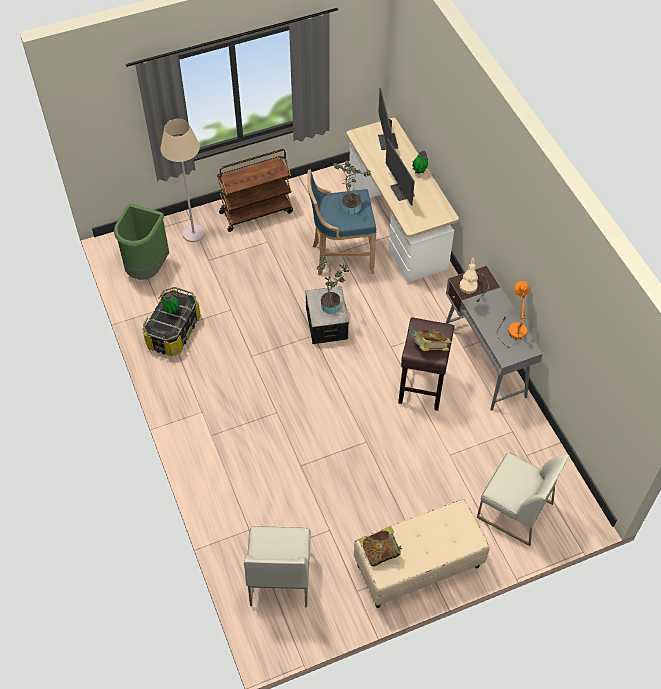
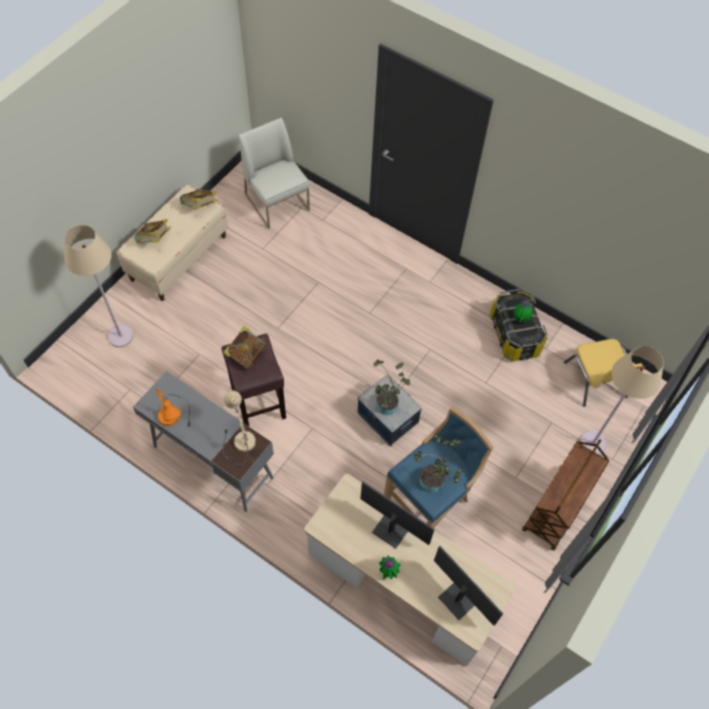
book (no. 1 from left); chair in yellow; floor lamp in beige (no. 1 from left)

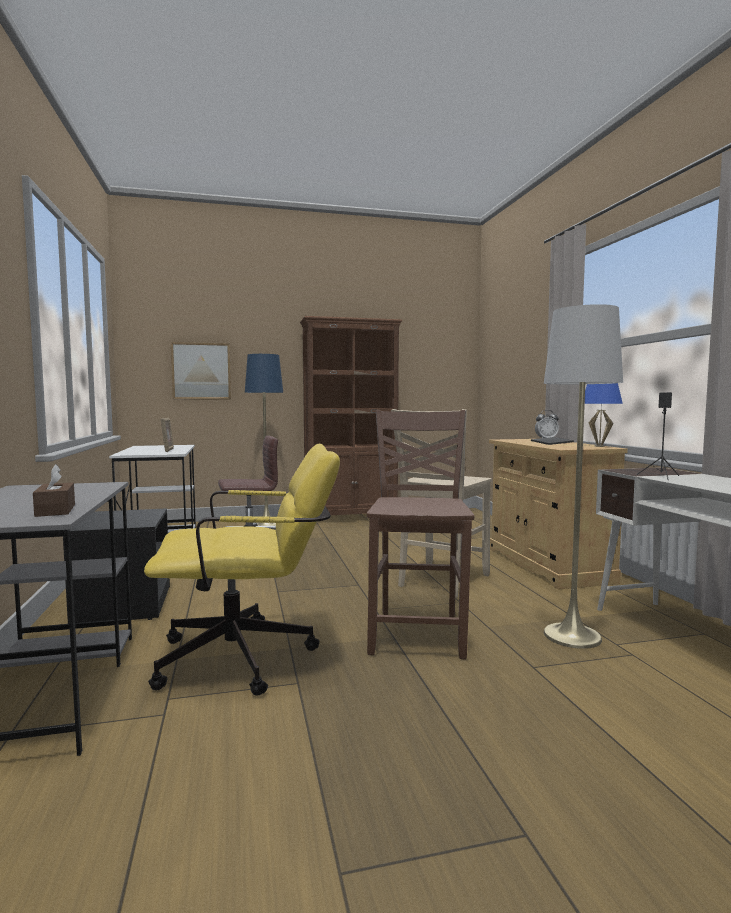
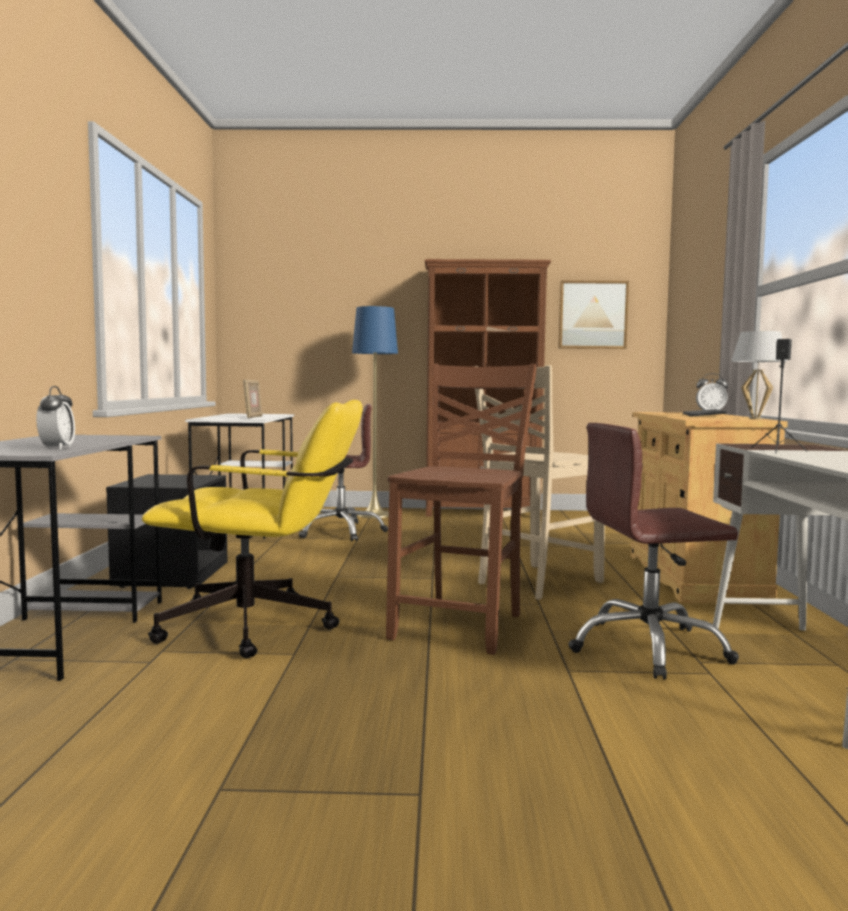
picture; alarm clock (no. 1 from left); office chair in brown (no. 2 from left); table lamp in white

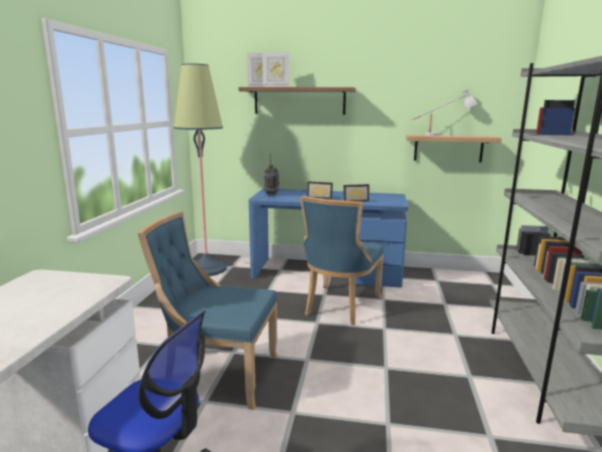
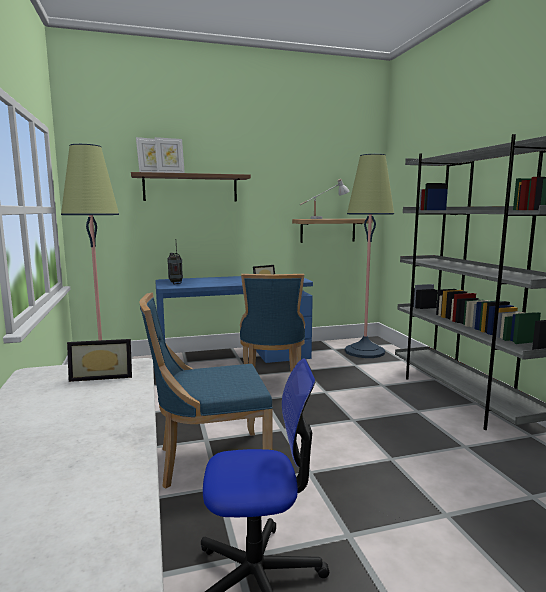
floor lamp (no. 2 from left); picture frame (no. 1 from left)

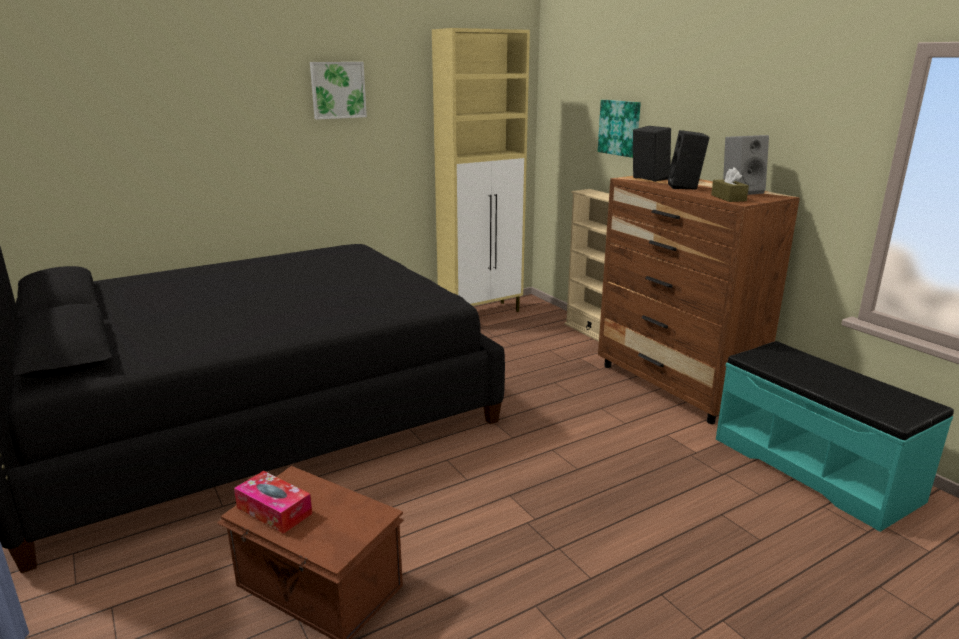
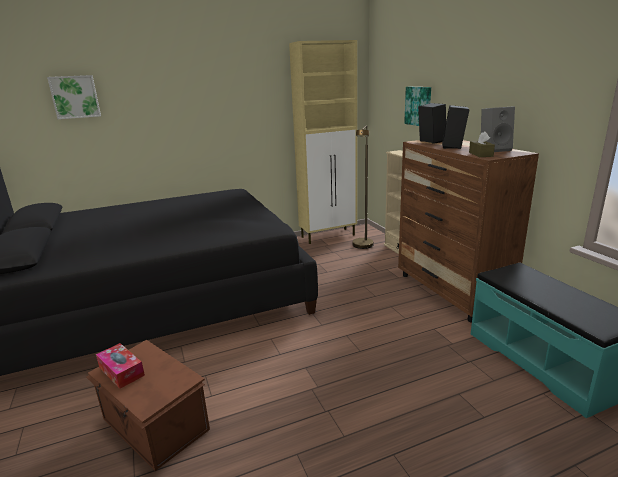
floor lamp in brown; picture (no. 1 from left)

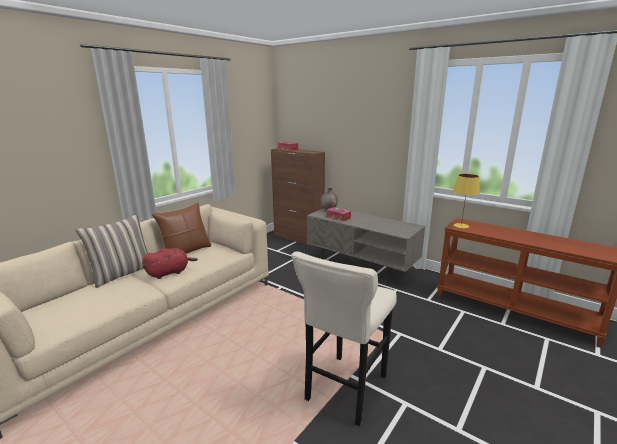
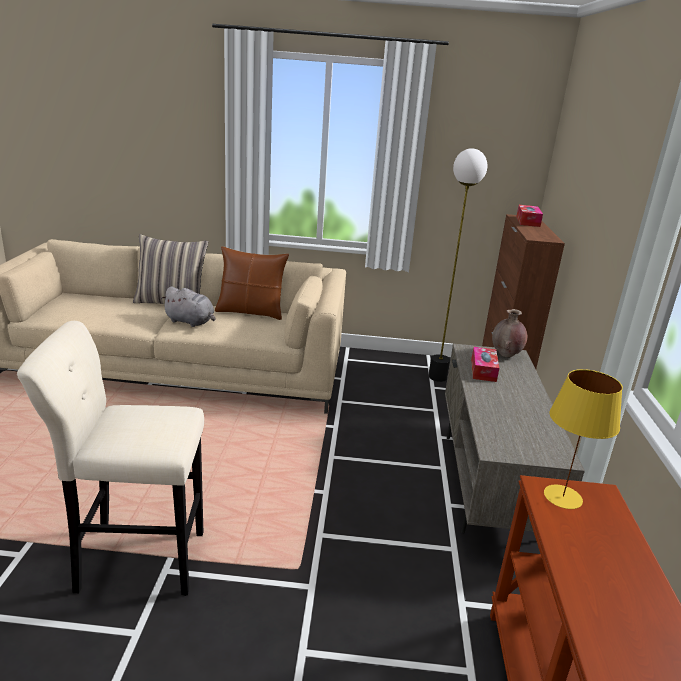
floor lamp; plush toy in grey

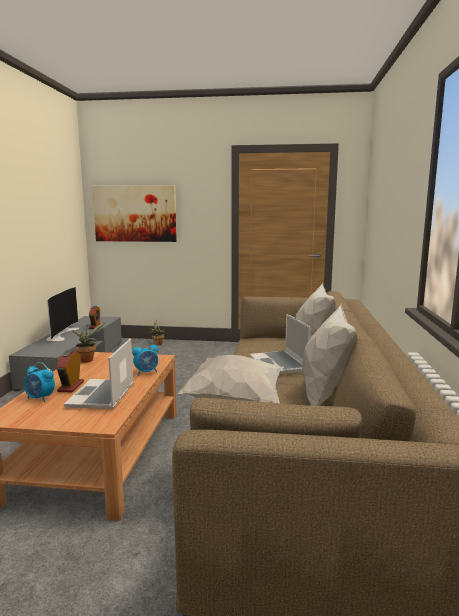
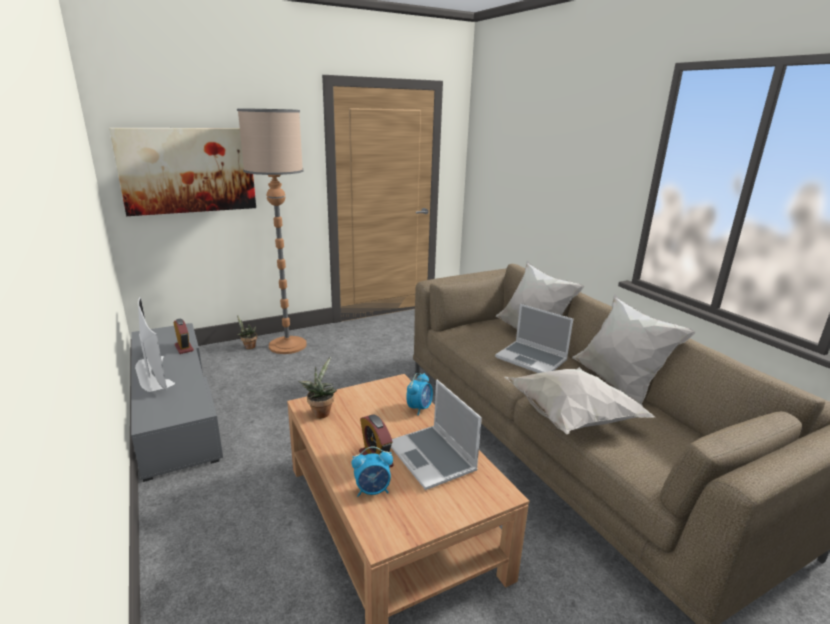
floor lamp

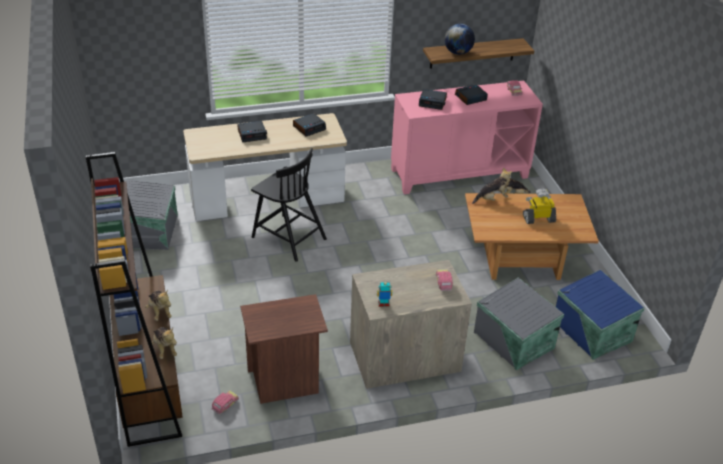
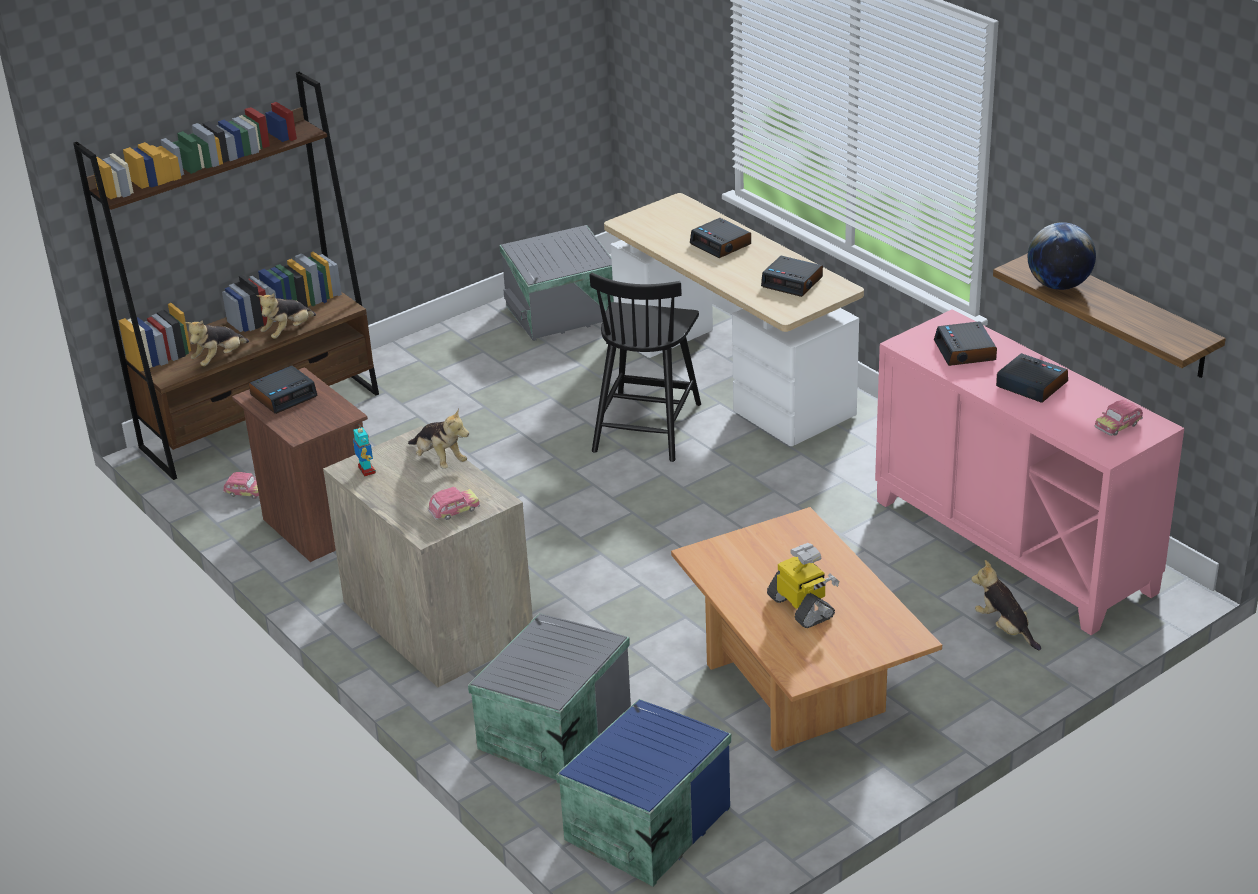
alarm clock (no. 1 from left); plush toy (no. 3 from left)

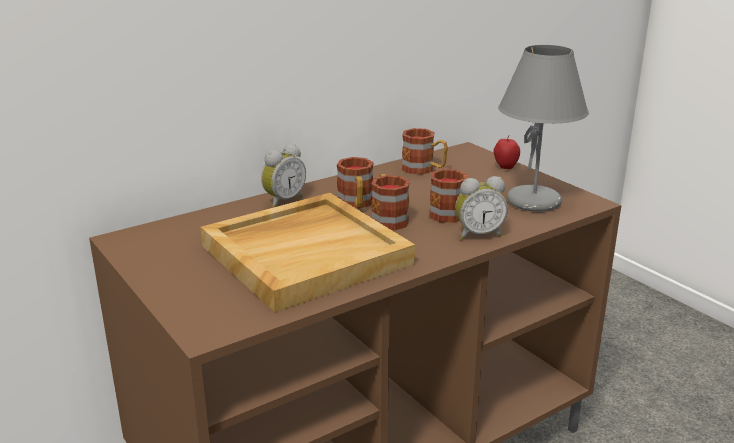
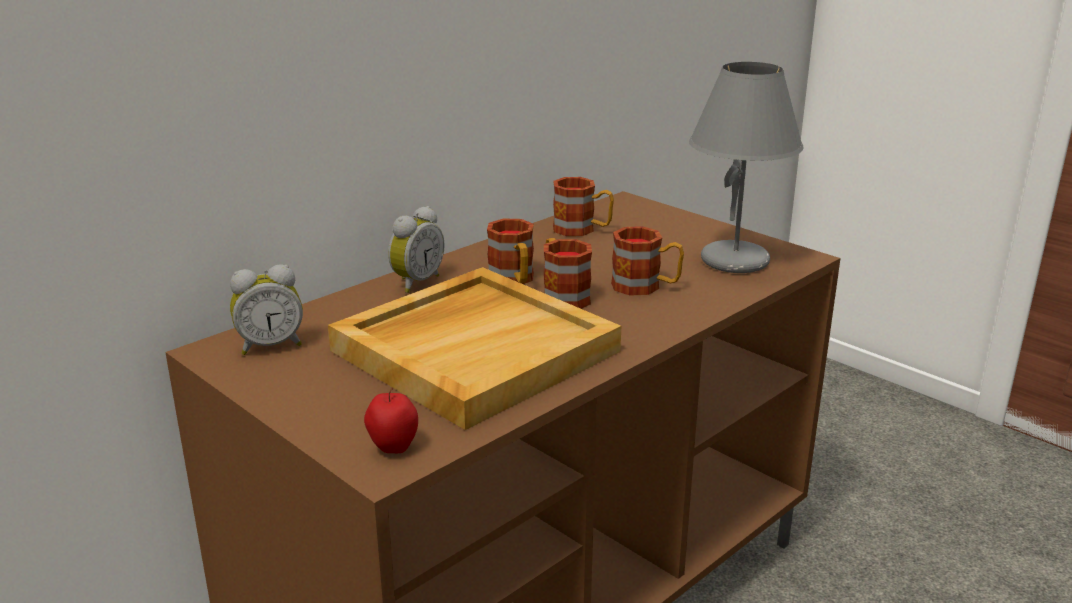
alarm clock (no. 1 from left); apple

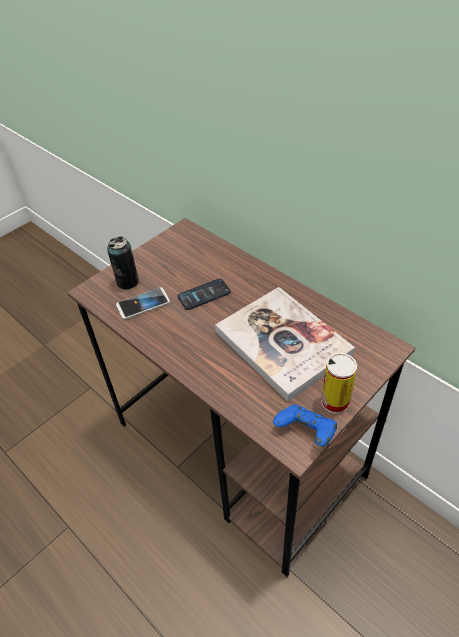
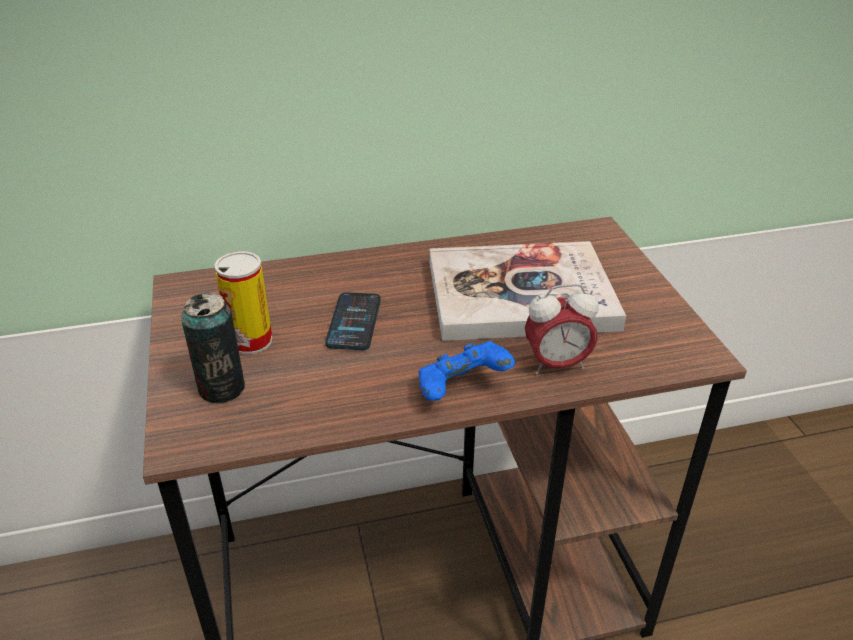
phone (no. 1 from left in the first image); alarm clock; game controller in blue; can (no. 2 from left)

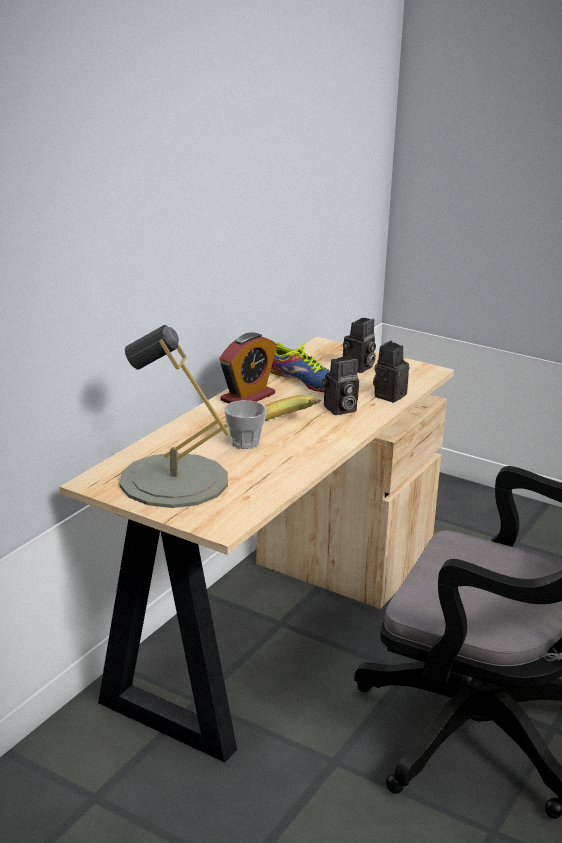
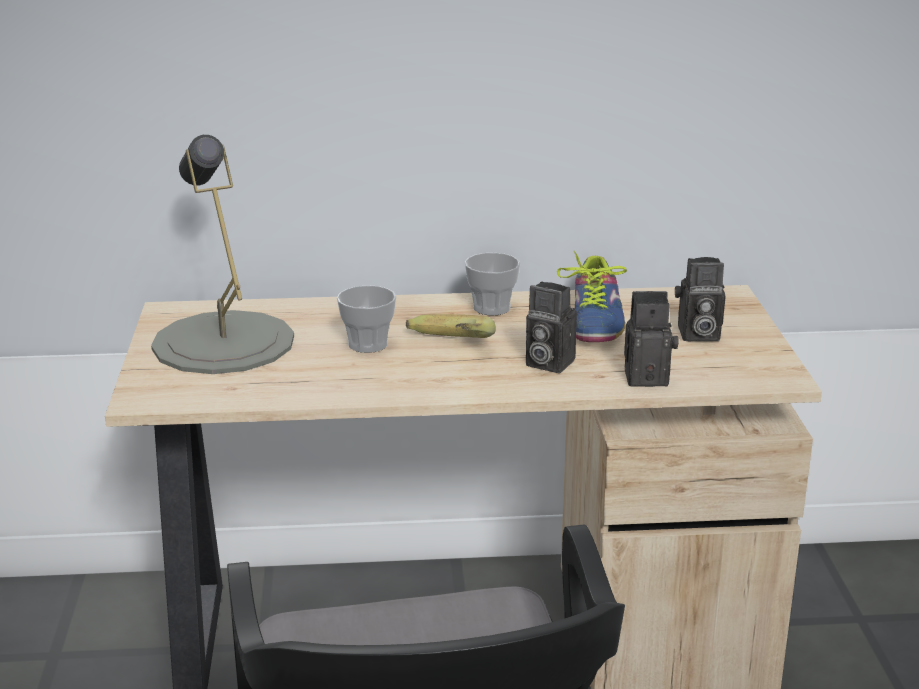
cup (no. 2 from left)

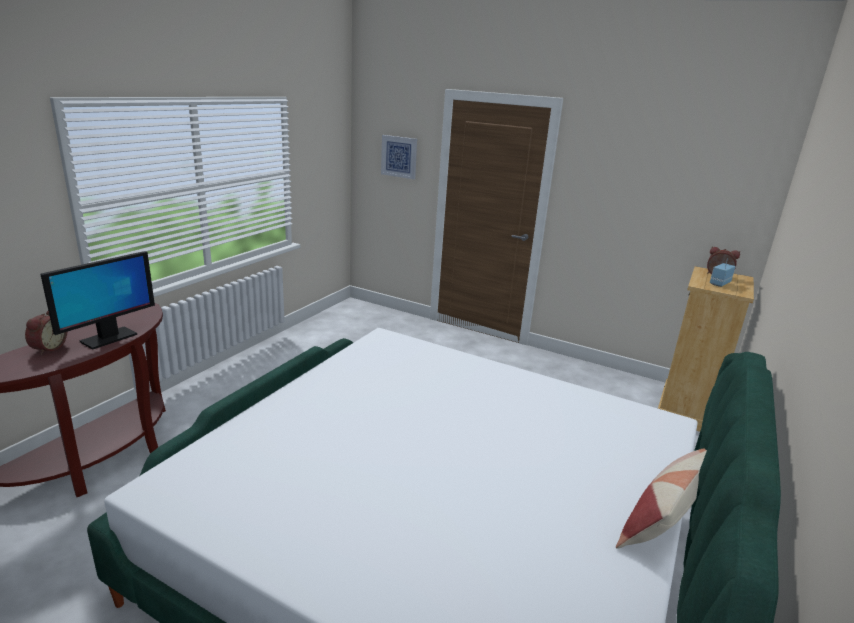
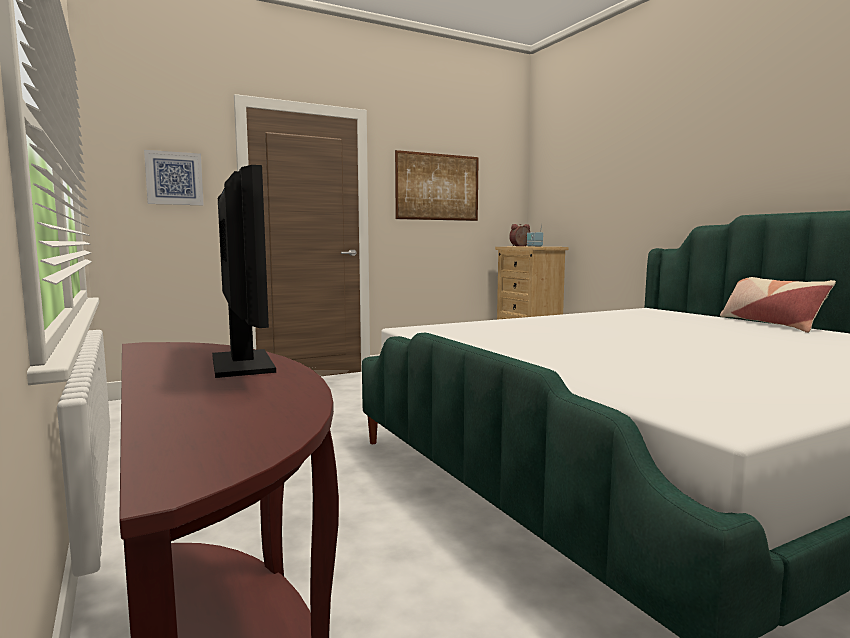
alarm clock (no. 1 from left in the first image); picture (no. 2 from left)

